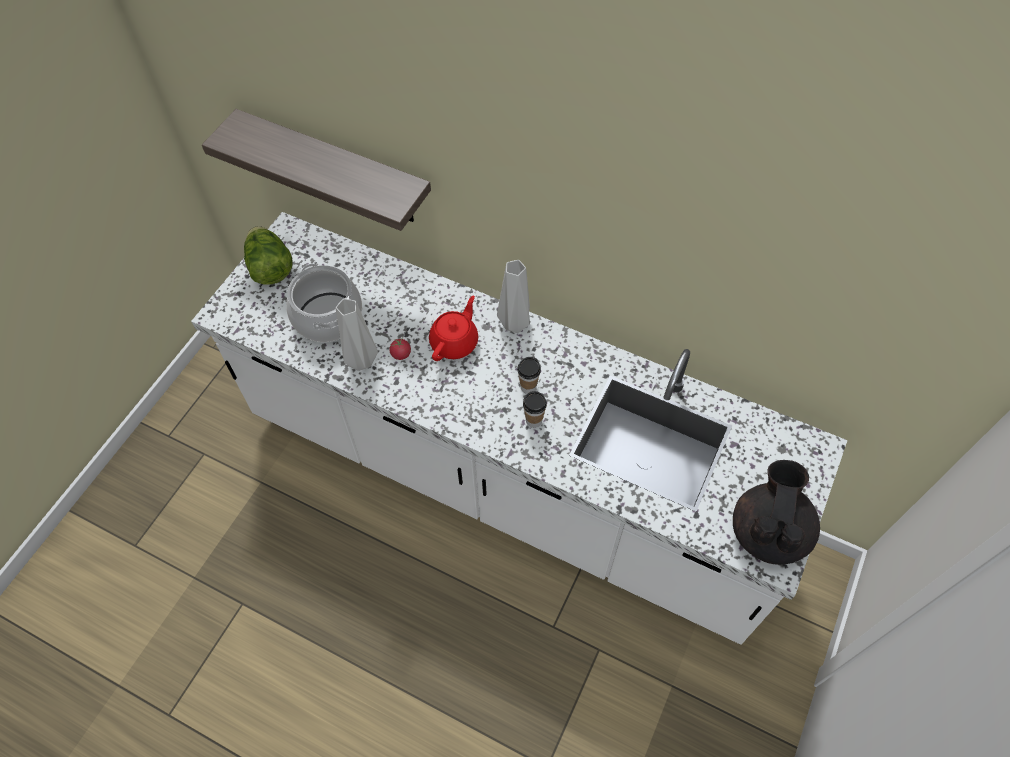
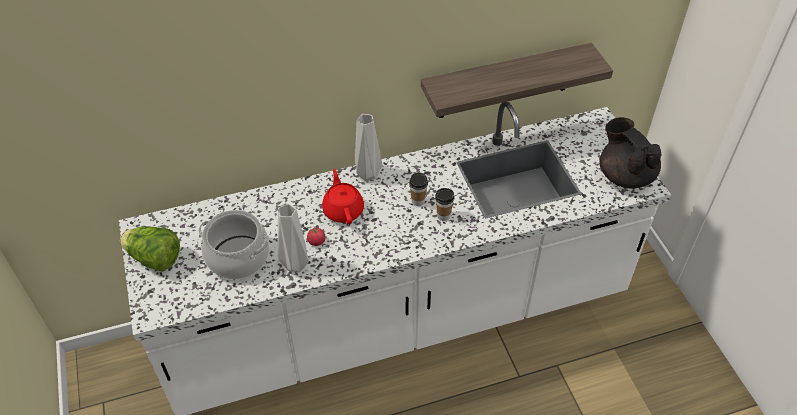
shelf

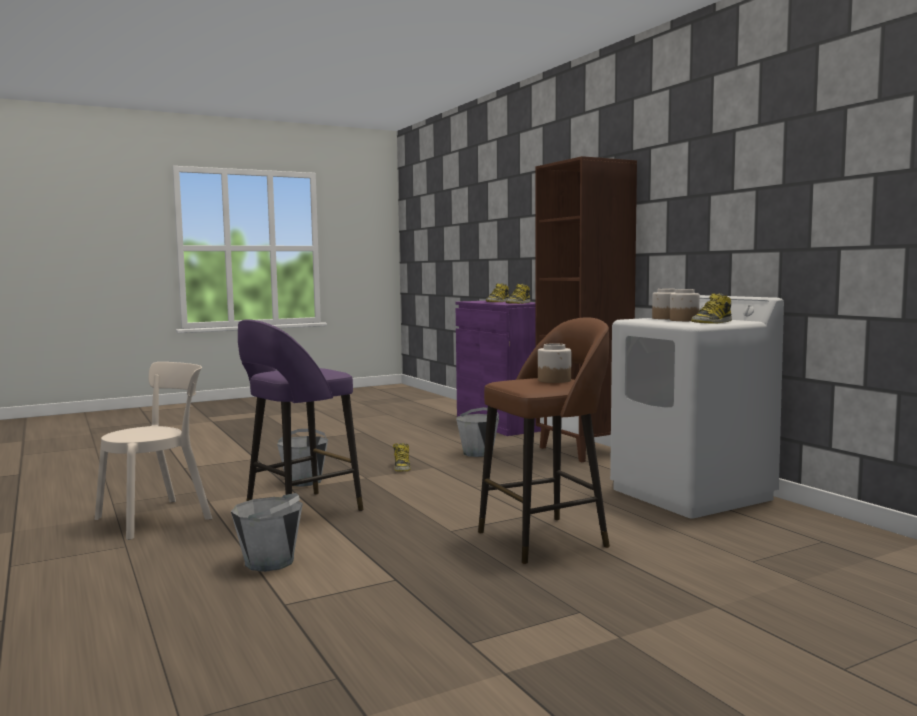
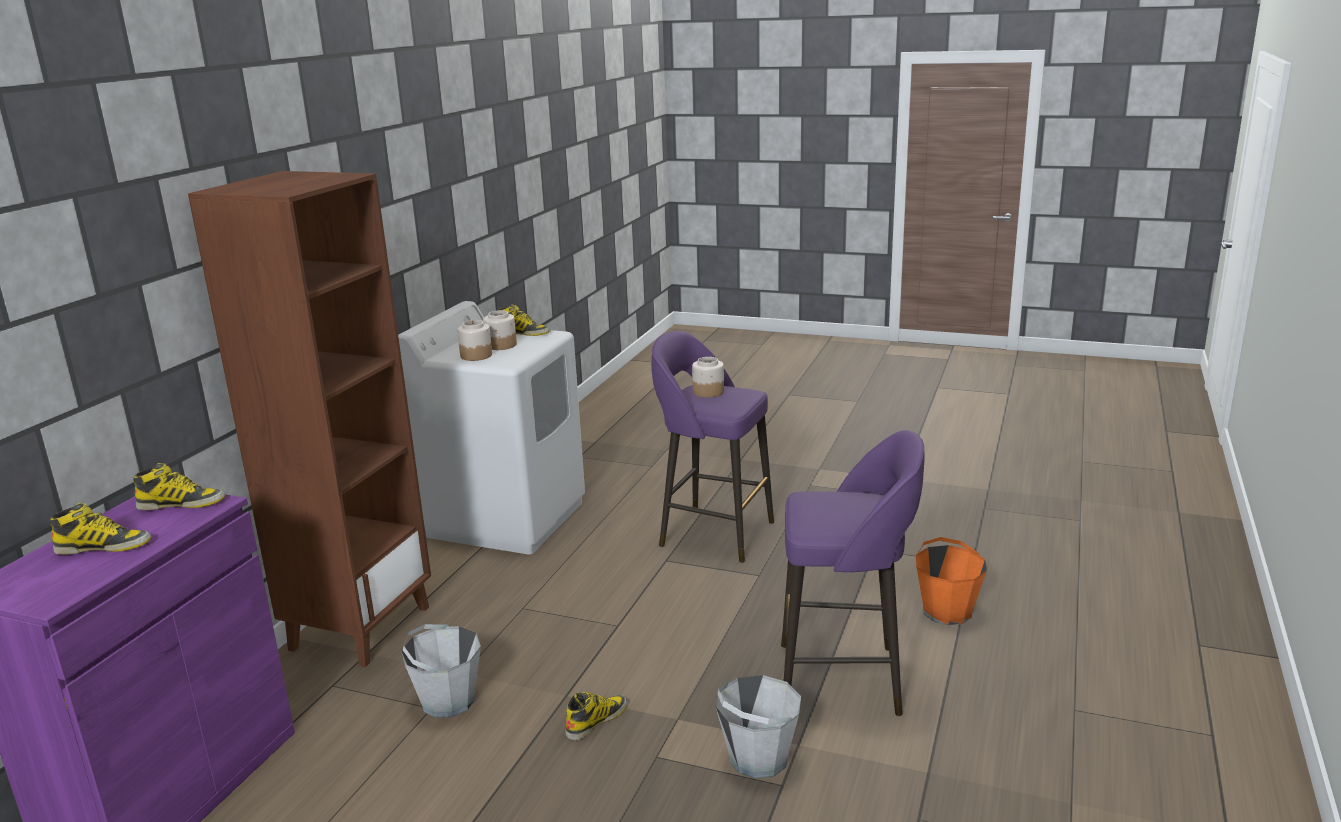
chair in beige; bucket in orange; stool in purple (no. 1 from left)

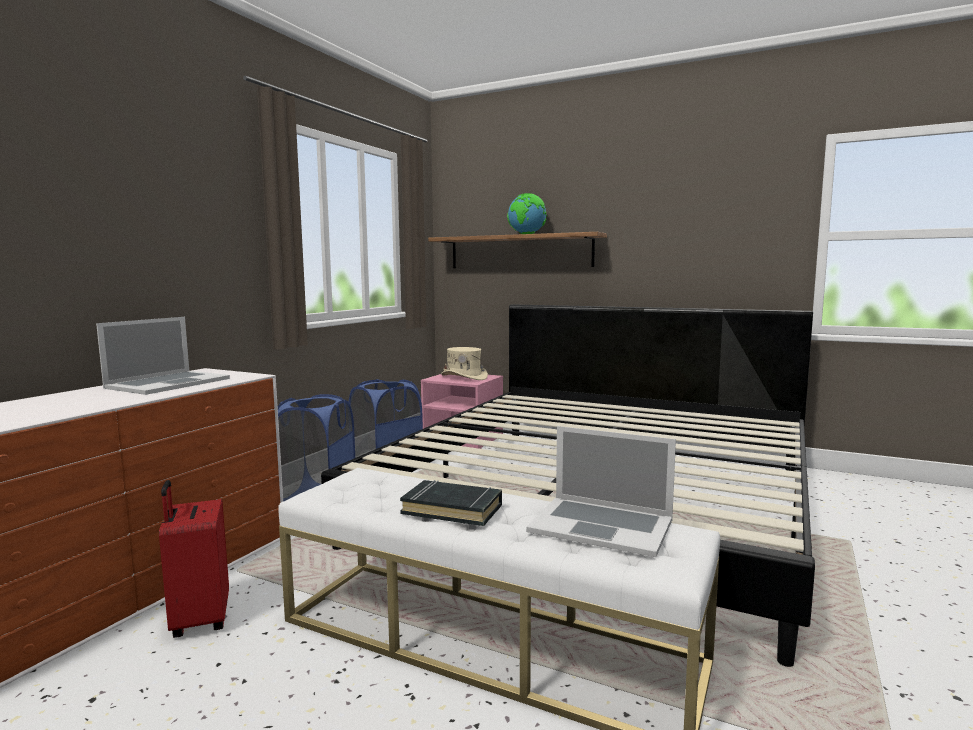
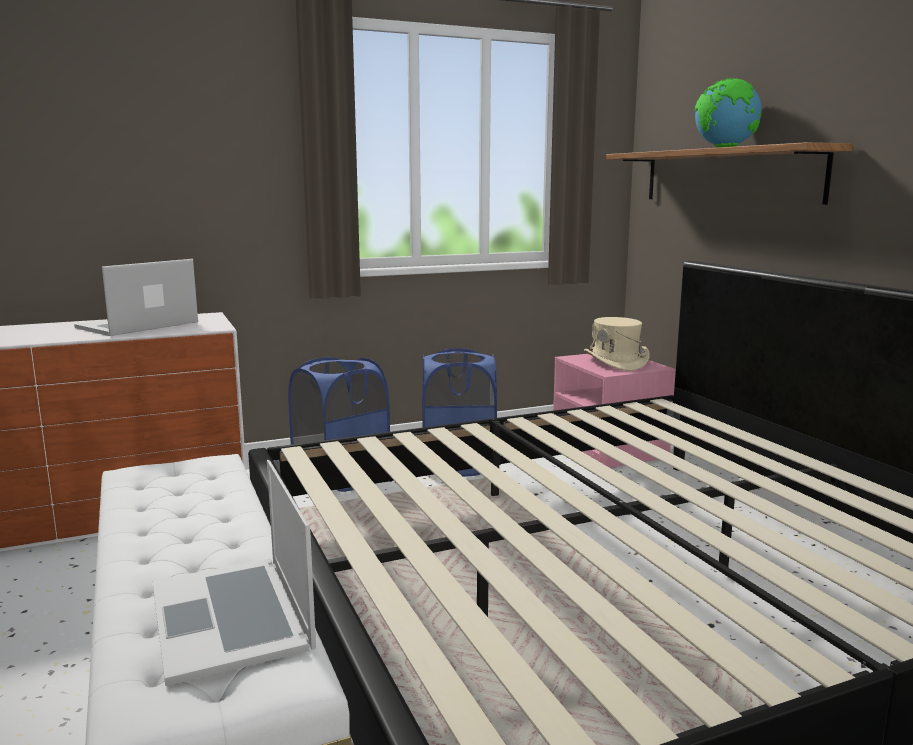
suitcase in red; book in black; laptop (no. 1 from left)

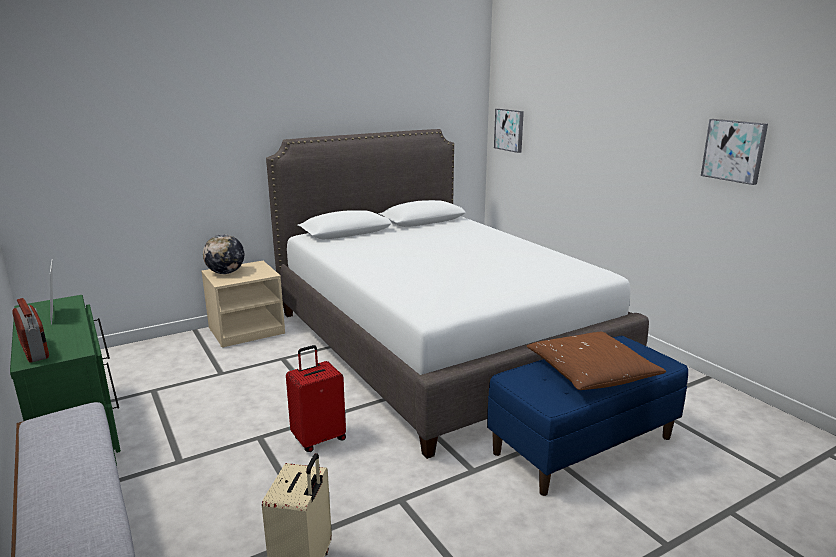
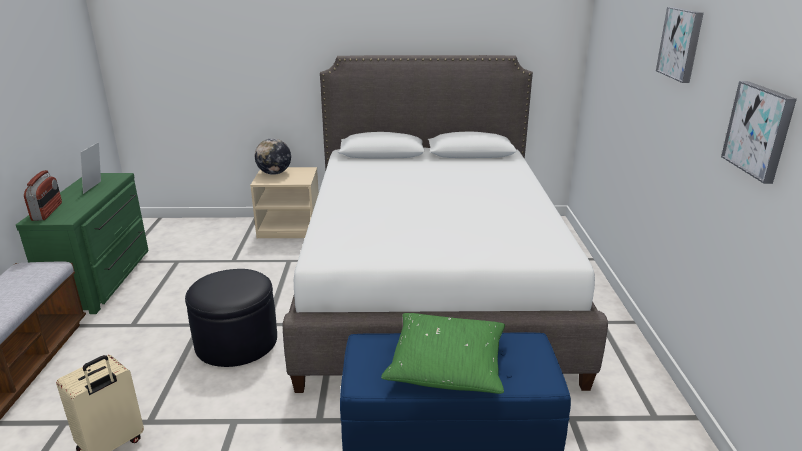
picture (no. 1 from left); ottoman in black; pillow in green

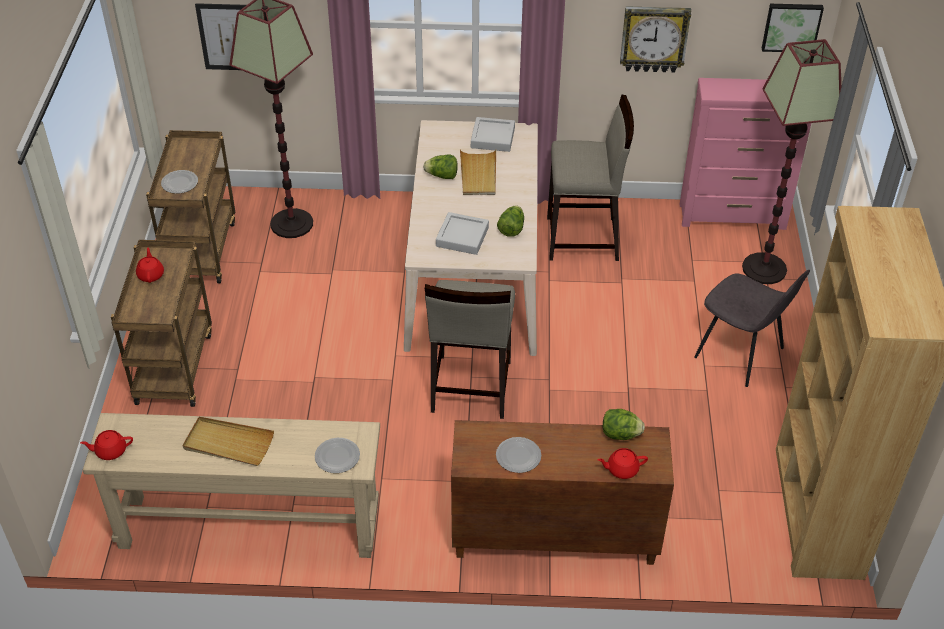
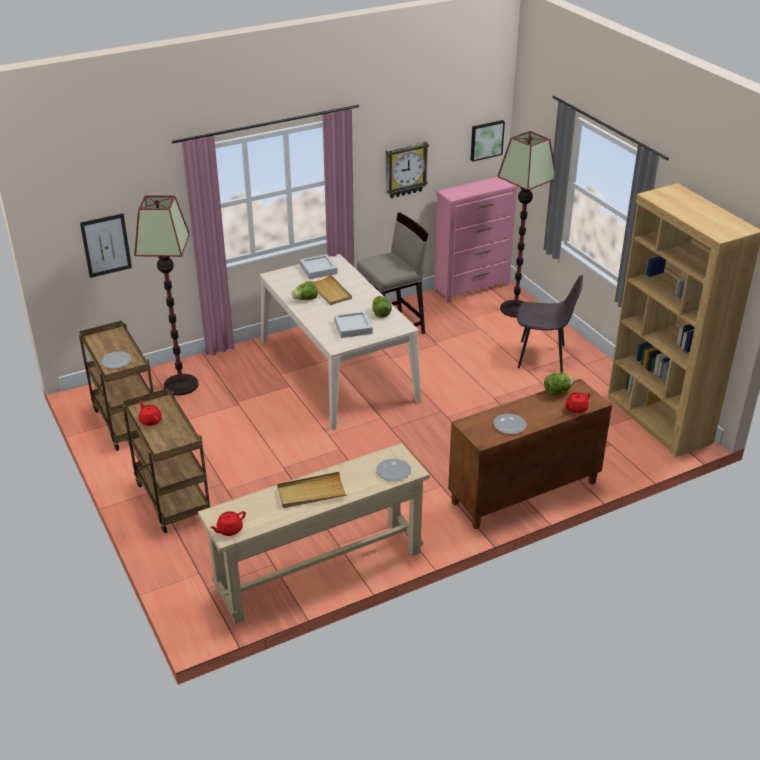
stool in beige (no. 1 from left in the first image)

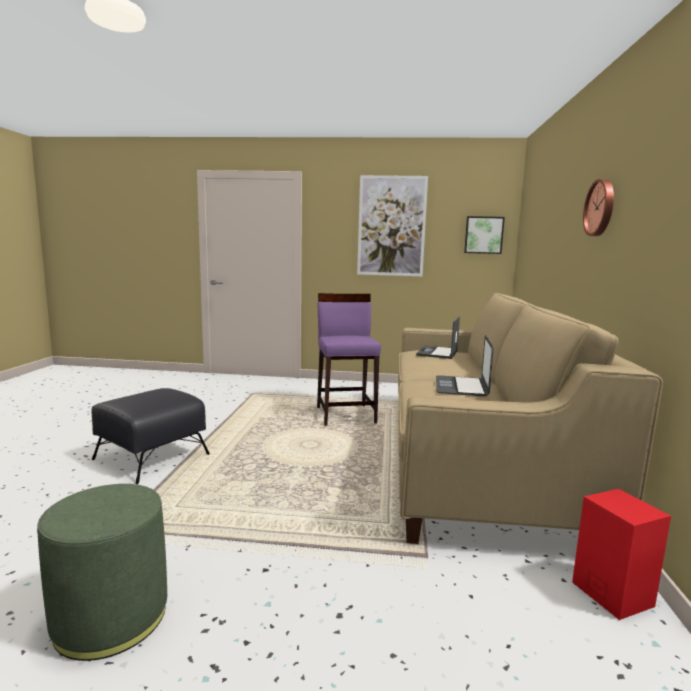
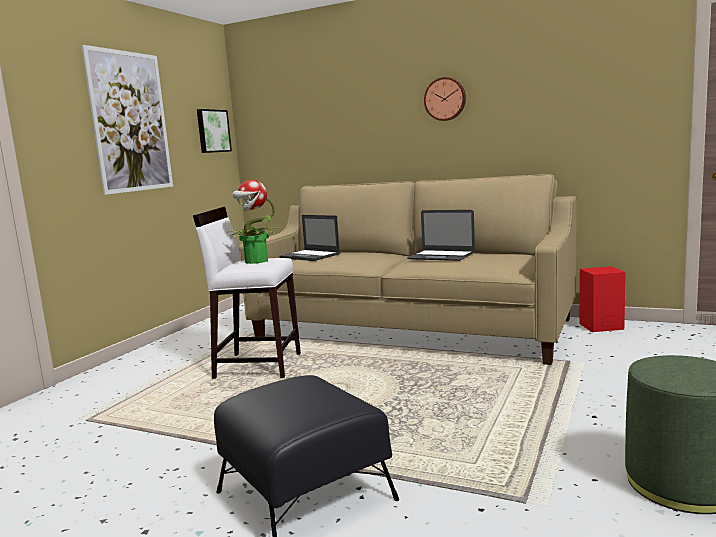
potted plant; stool in white

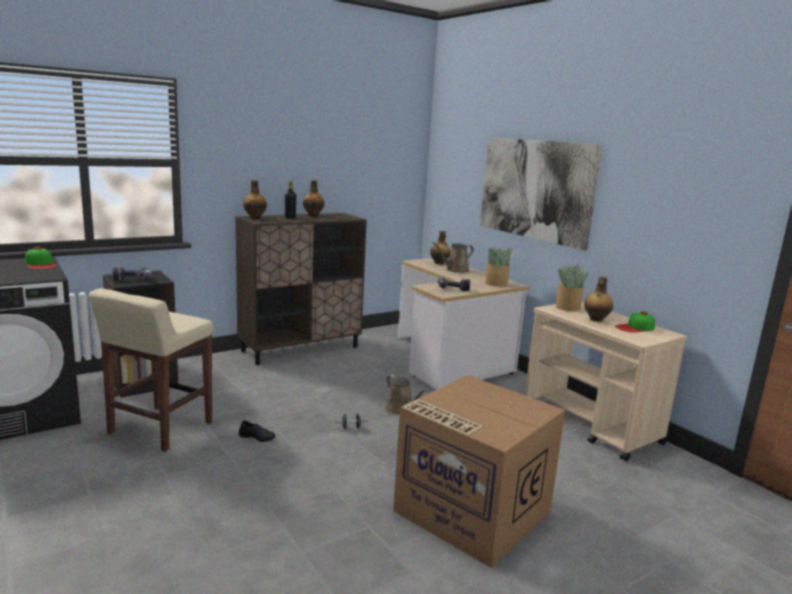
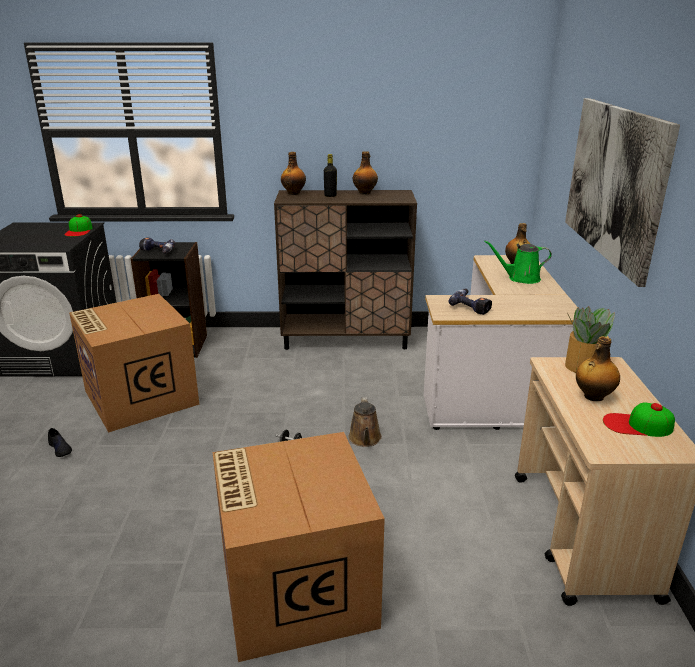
potted plant (no. 1 from left in the first image); shoe in black; cardboard box (no. 1 from left); watering can in green

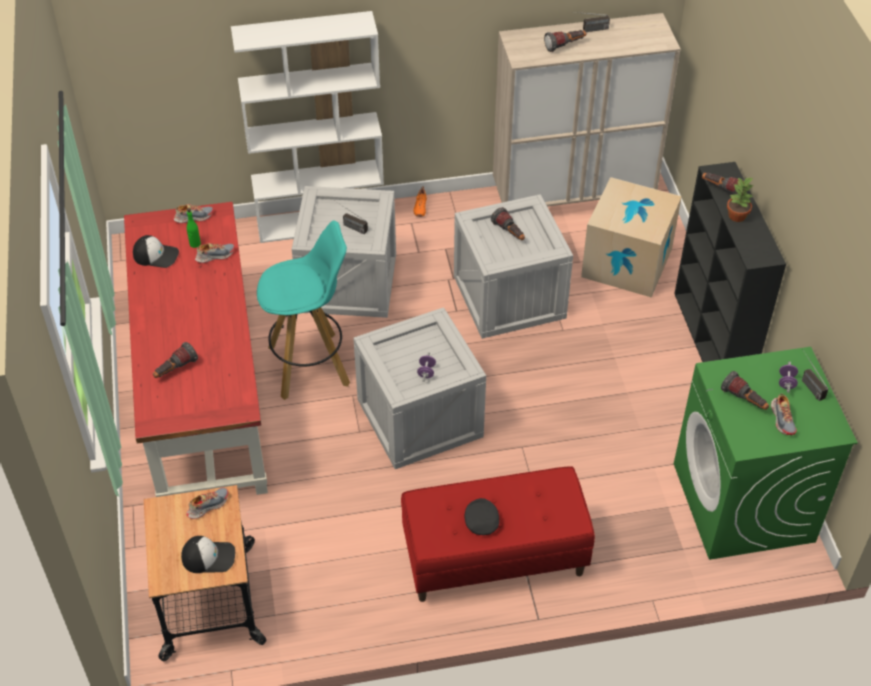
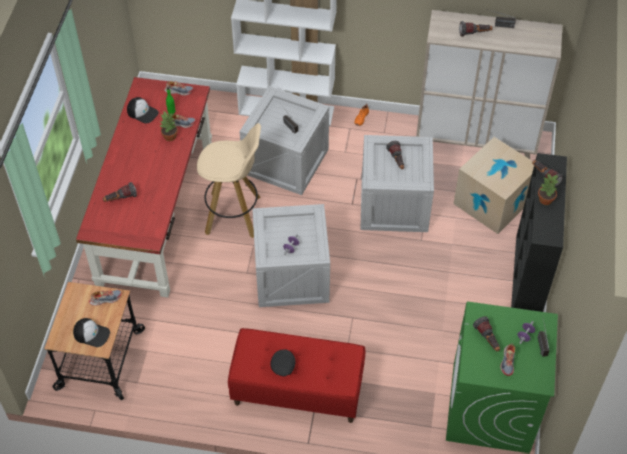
potted plant (no. 1 from left); stool in beige

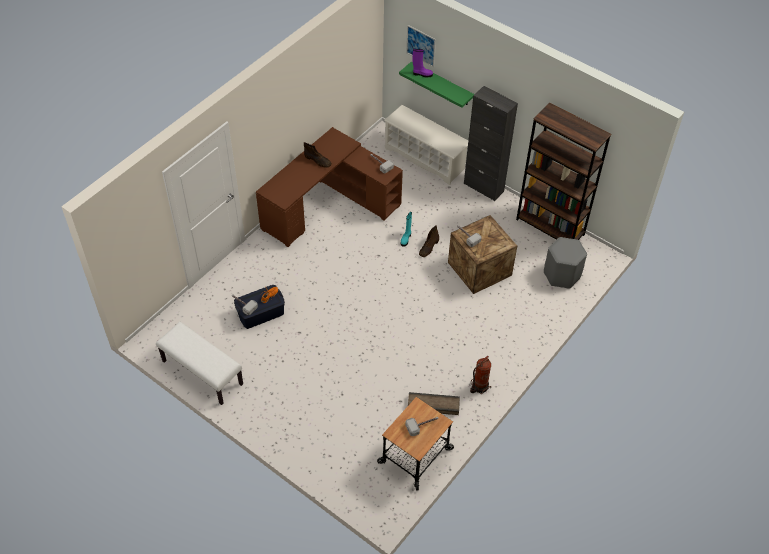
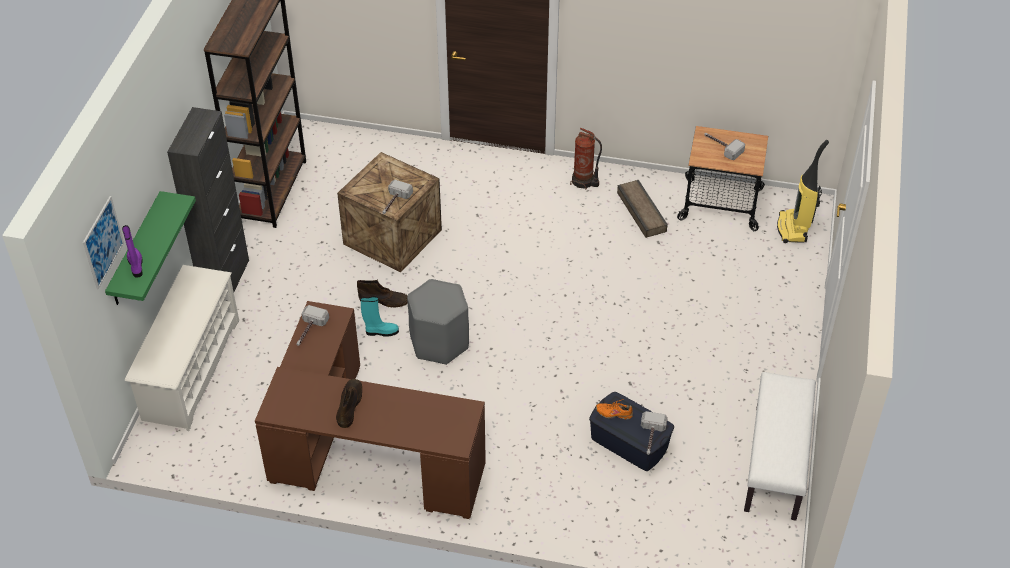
vacuum cleaner; stool in grey

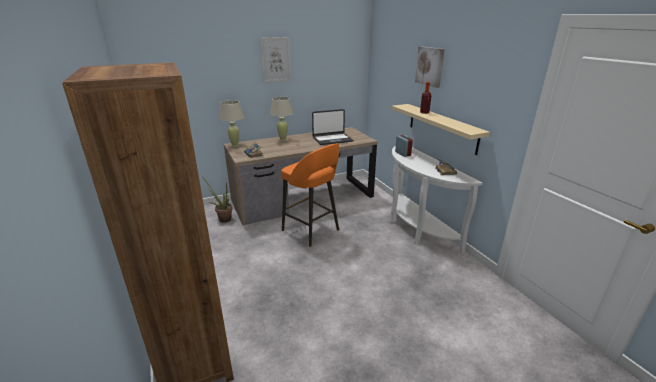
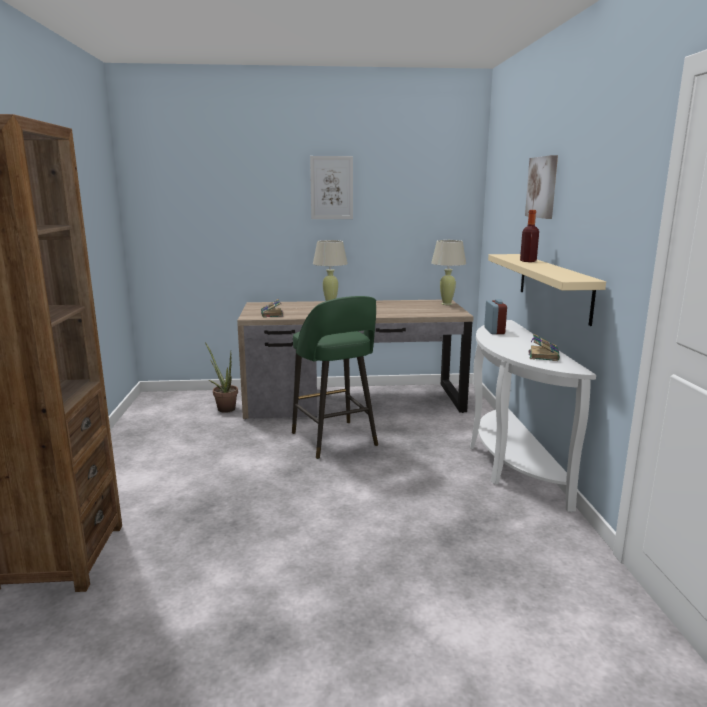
laptop; table lamp in beige (no. 2 from left); stool in green

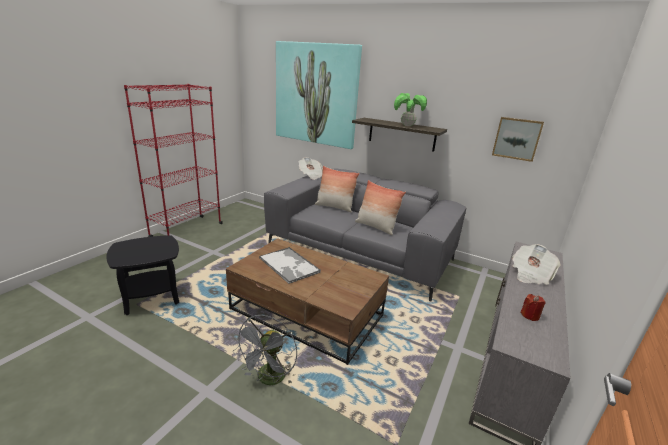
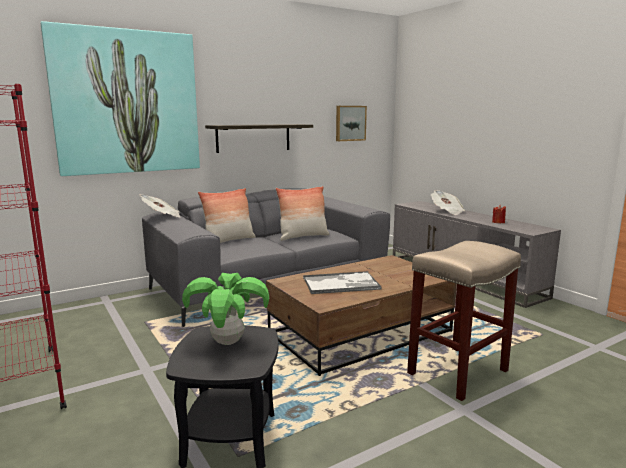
potted plant; stool in beige

